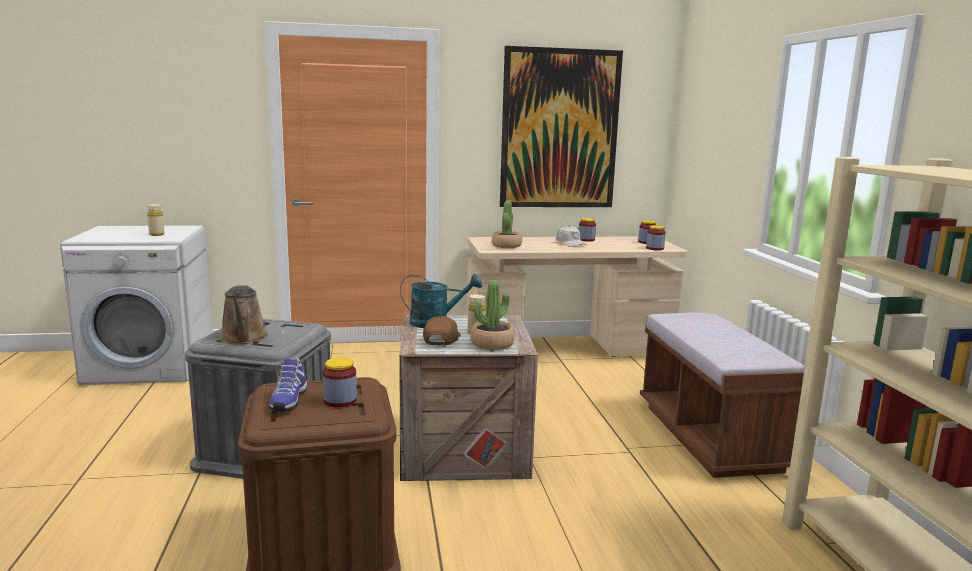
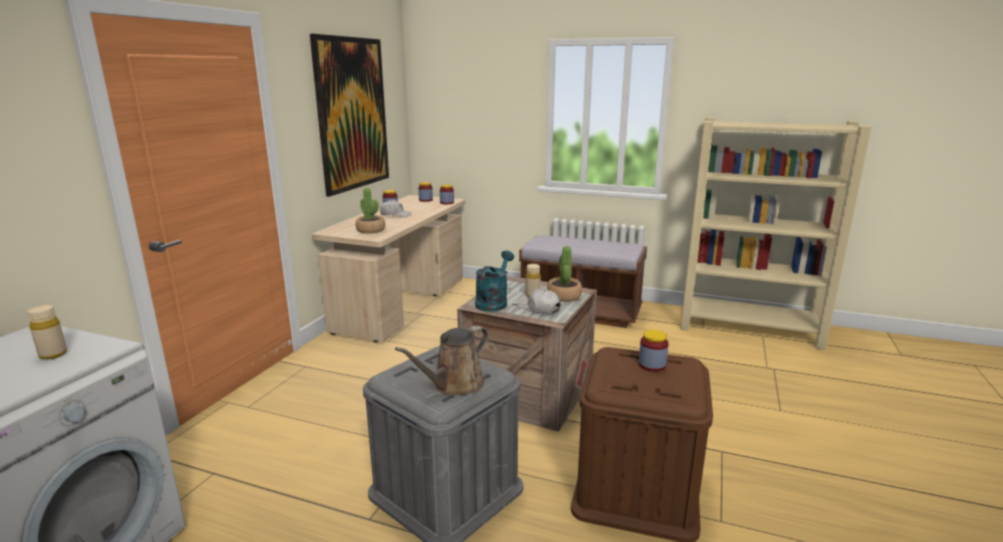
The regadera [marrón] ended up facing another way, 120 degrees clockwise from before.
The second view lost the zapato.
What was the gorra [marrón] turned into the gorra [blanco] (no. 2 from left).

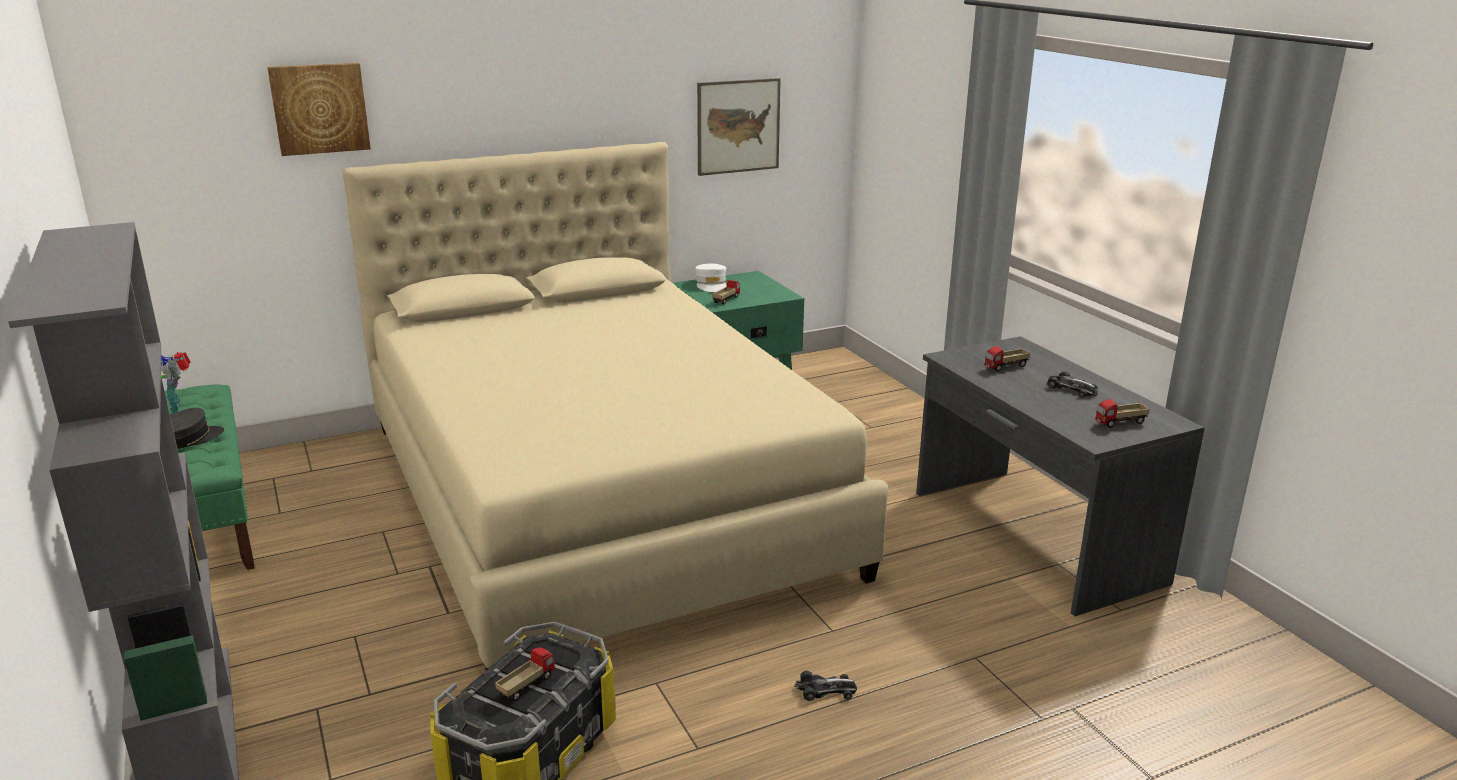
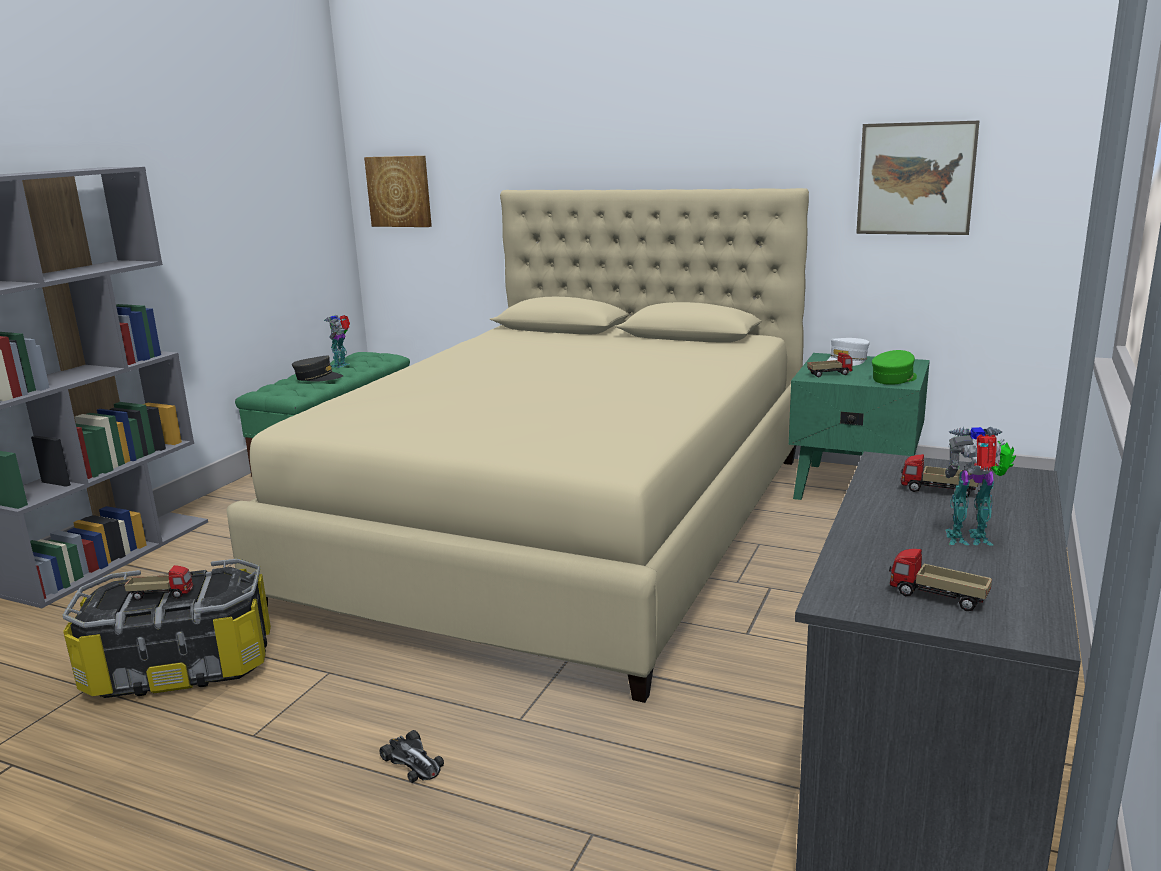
The cuadro (no. 1 from left) ended up elsewhere.
Where the coche de juguete (no. 2 from left) stood, the robot de juguete (no. 2 from left) came to stand.
The second view gained the gorra [verde].

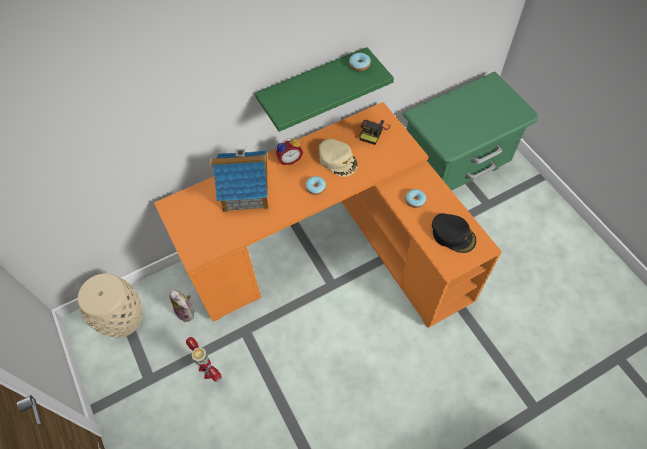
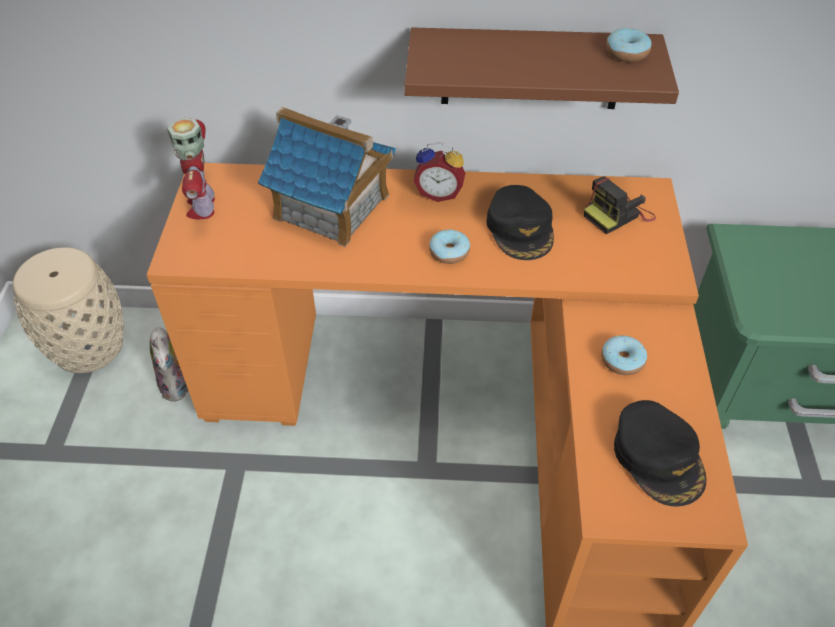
The robot de juguete ended up elsewhere.
What was the estante [verde] turned into the estante [marrón].
What was the gorra [beis] turned into the gorra [negro] (no. 1 from left).

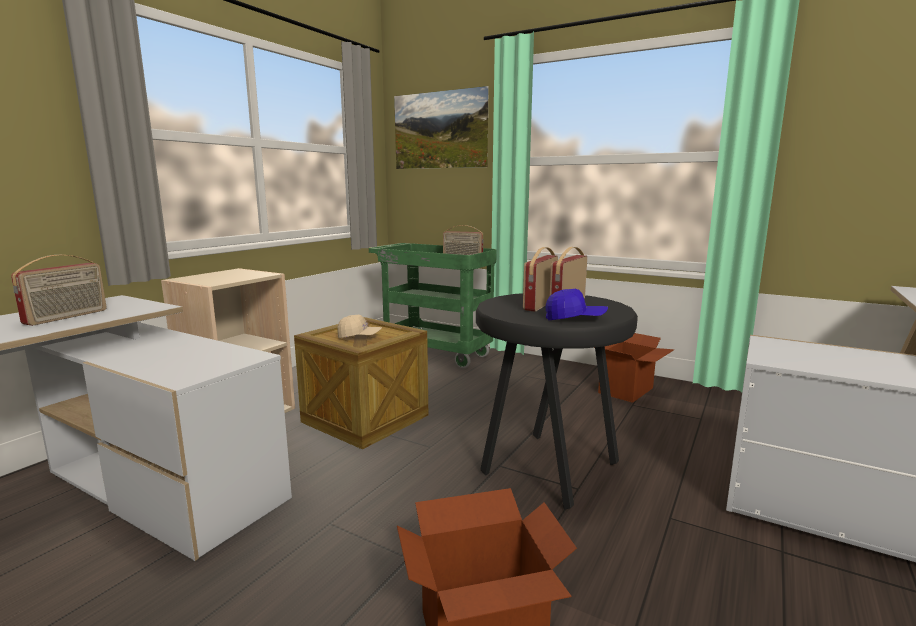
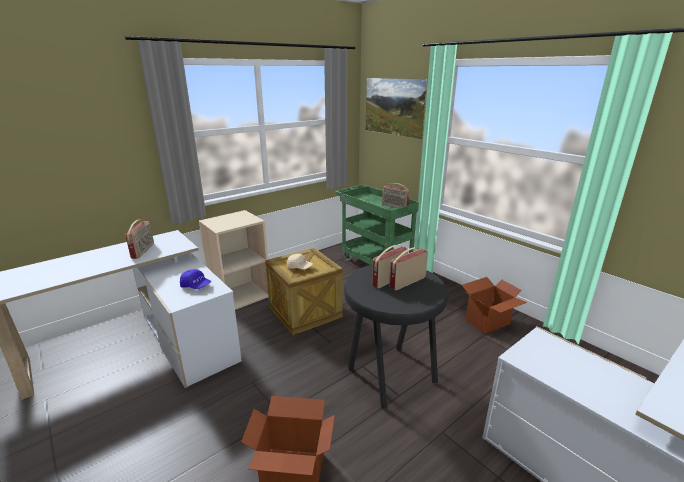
The radio (no. 1 from left) ended up facing another way, 45 degrees counterclockwise from before.
The gorra [azul] ended up elsewhere.

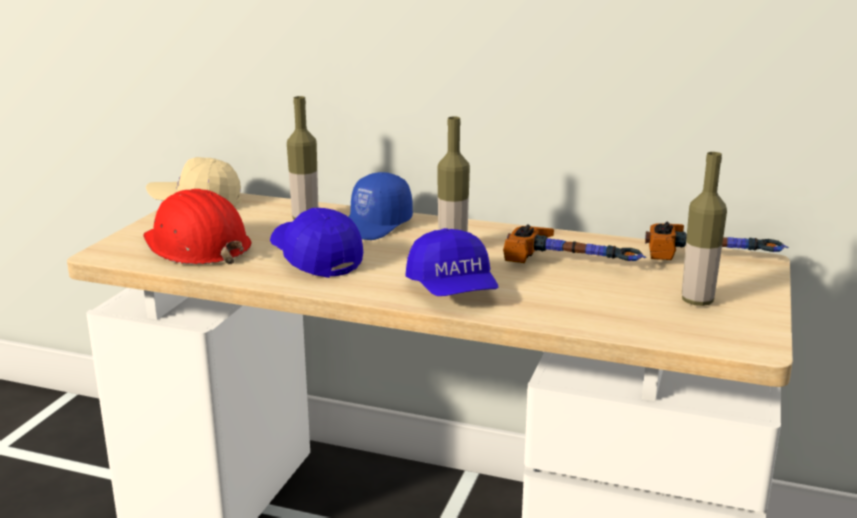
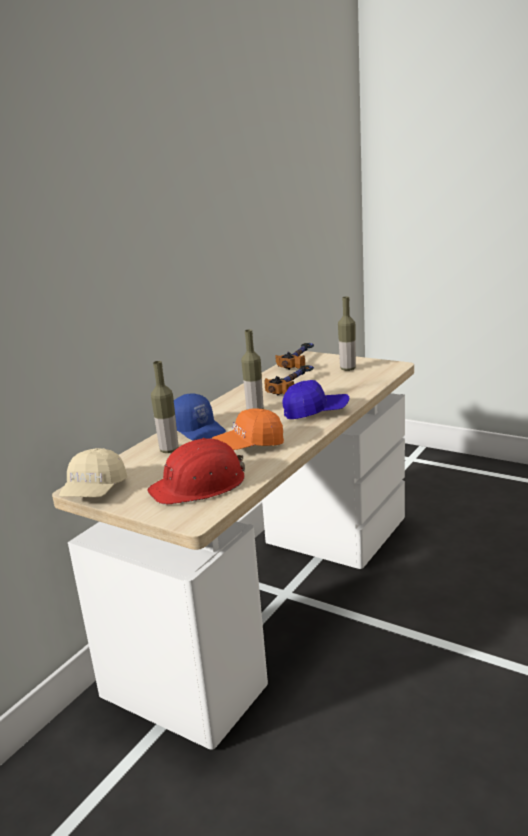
What was the gorra [azul] (no. 1 from left) turned into the gorra [naranja].

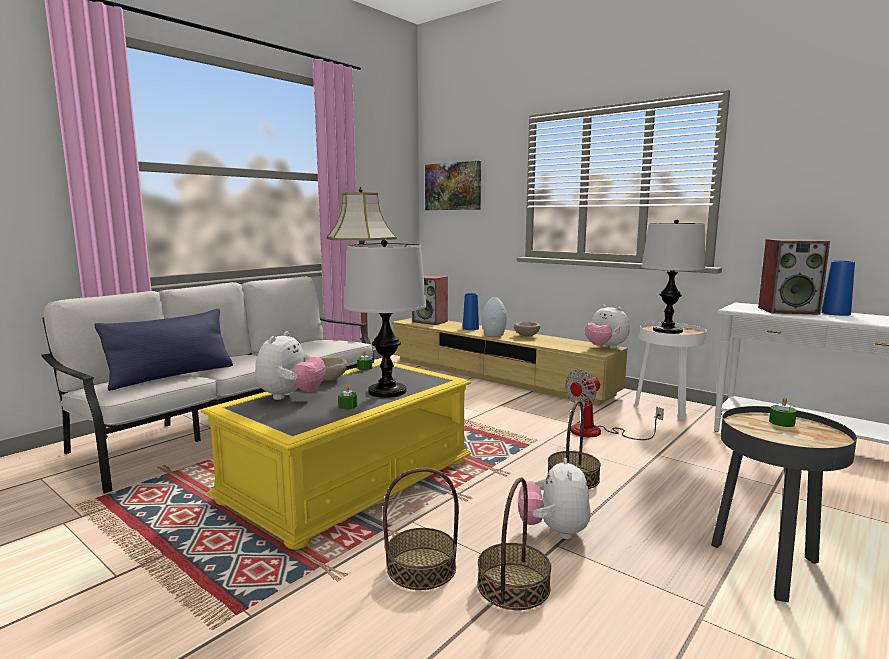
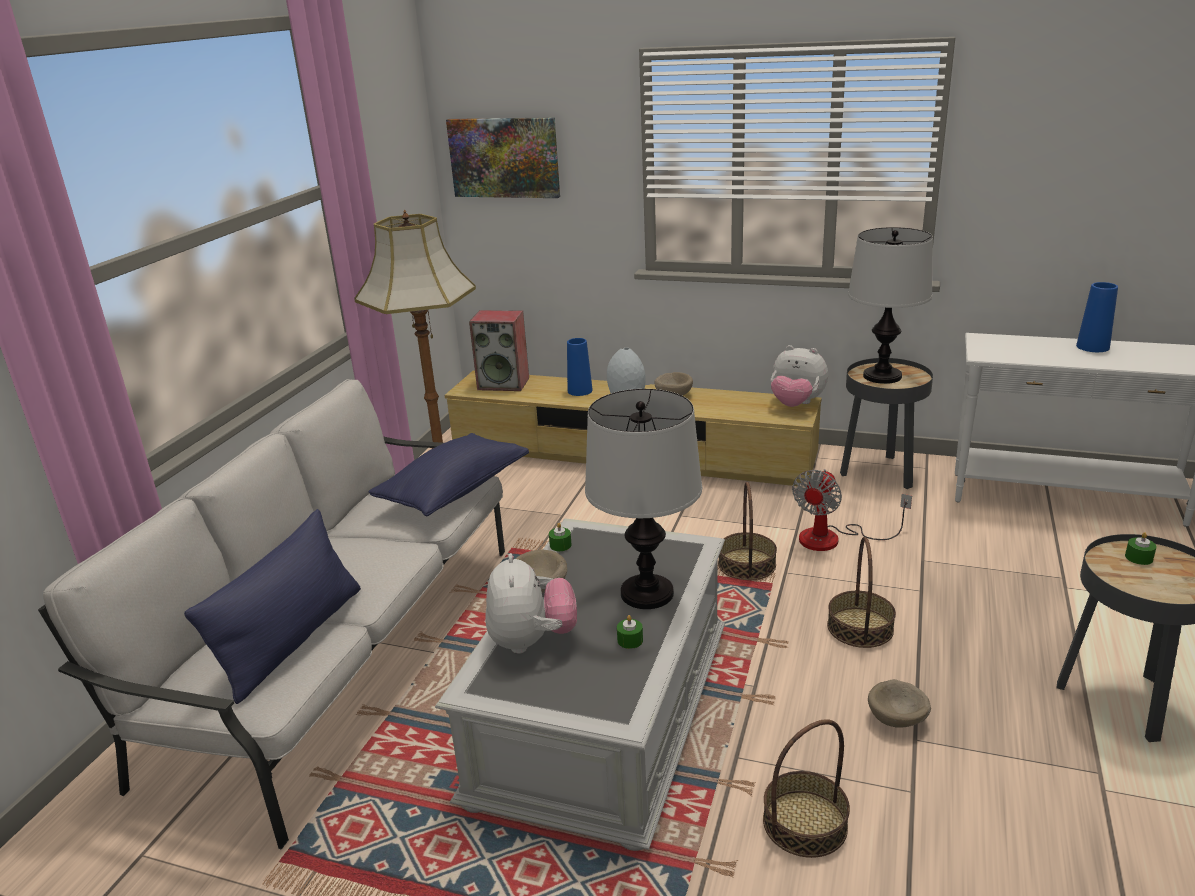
What was the mesa de centro [amarillo] turned into the mesa de centro [blanco].
The cesta (no. 2 from left in the first image) ended up elsewhere.
Where the peluche (no. 2 from left) stood, the cuenco [beis] (no. 3 from left) came to stand.
What was the mesa auxiliar [blanco] turned into the mesa auxiliar [negro] (no. 1 from left).
The second view lost the altavoz (no. 2 from left).
The second view gained the cojín [azul] (no. 2 from left).

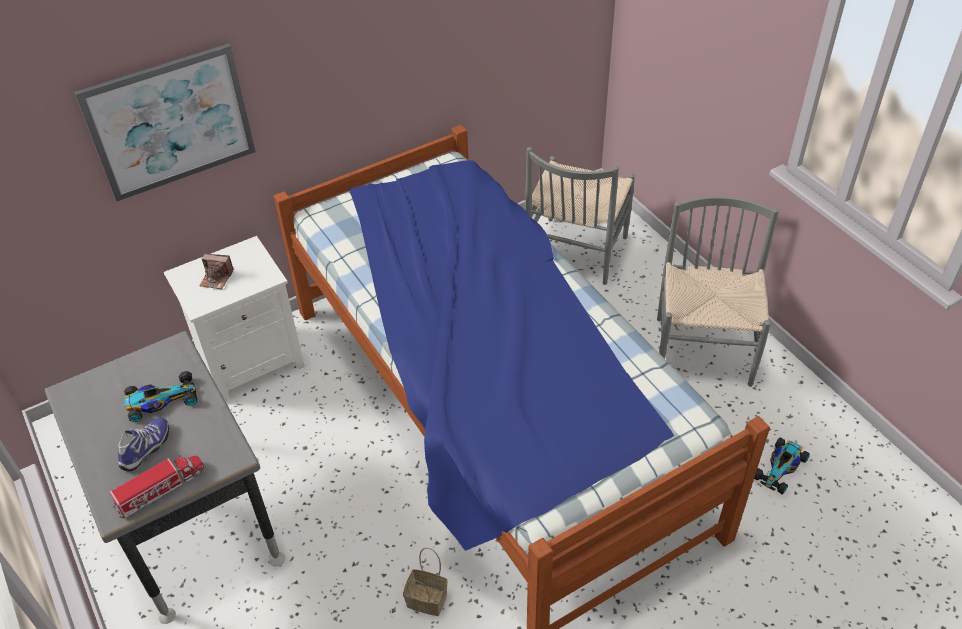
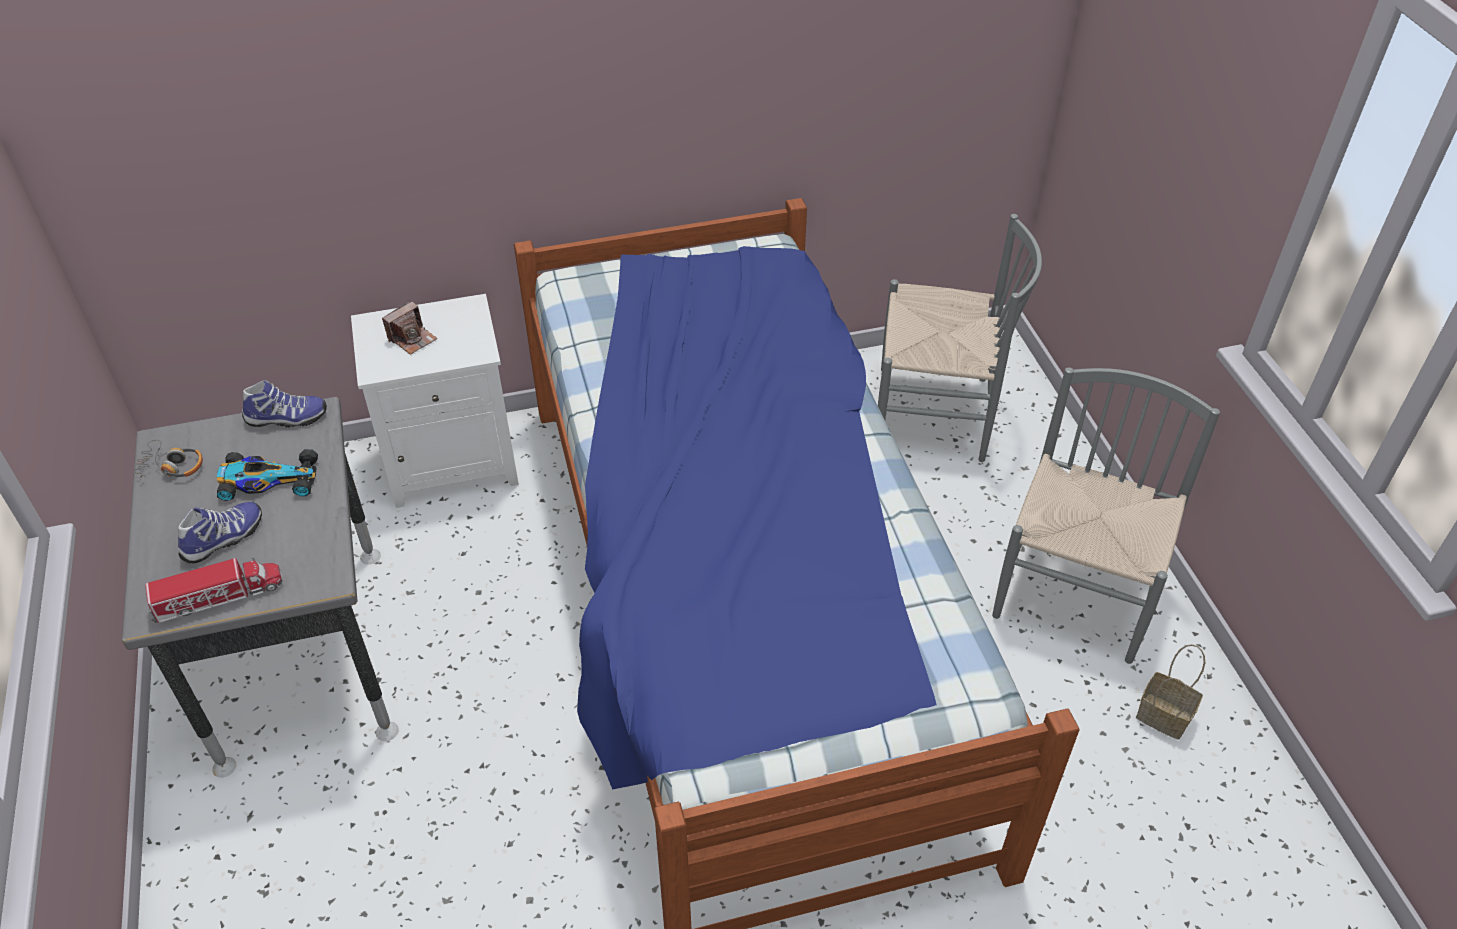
The second view lost the cuadro.
The cámara ended up facing another way, 75 degrees counterclockwise from before.
The cesta ended up elsewhere.
The silla [gris] (no. 1 from left) ended up facing another way, 120 degrees counterclockwise from before.
The second view lost the coche de juguete (no. 2 from left).
The second view gained the auriculares.
The second view gained the zapato (no. 2 from left).

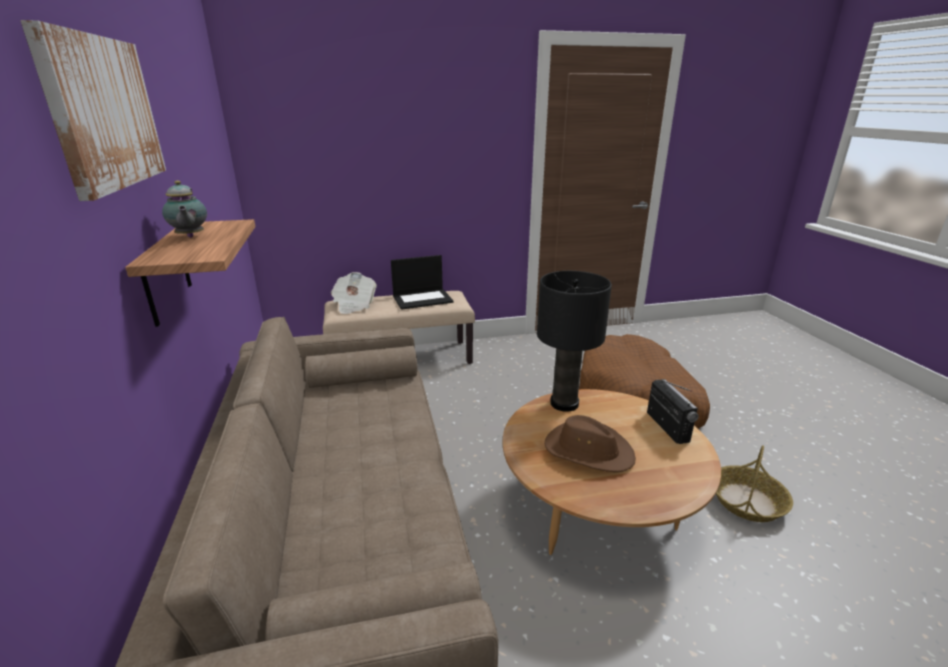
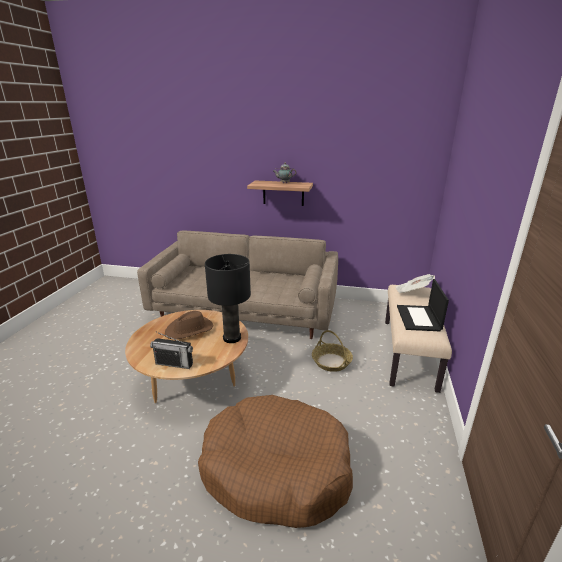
The second view lost the cuadro.
The cesta ended up elsewhere.

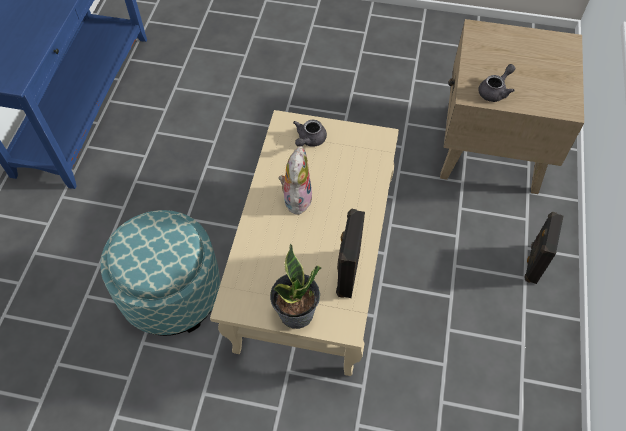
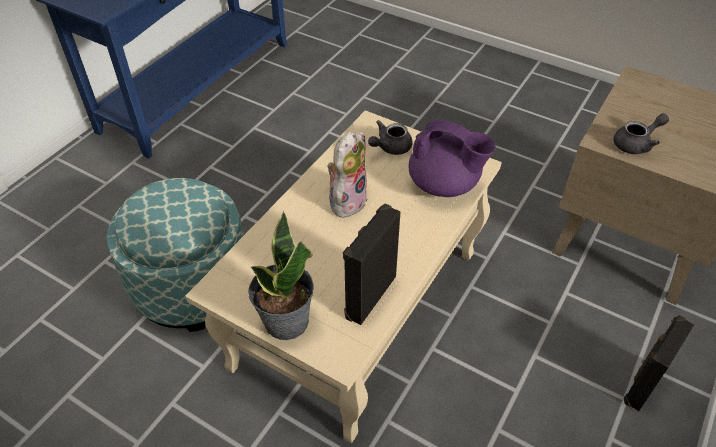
The second view gained the tetera [morado].

